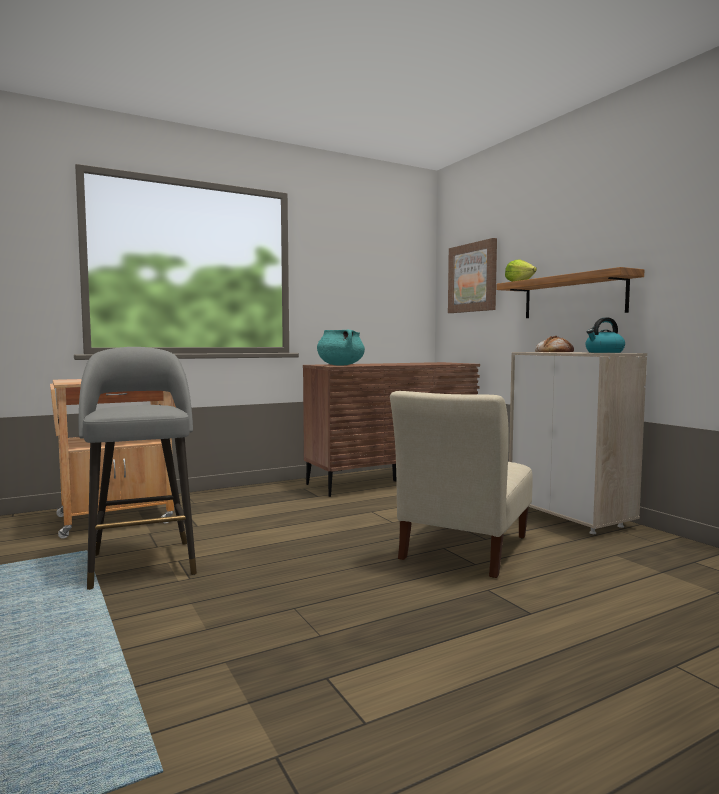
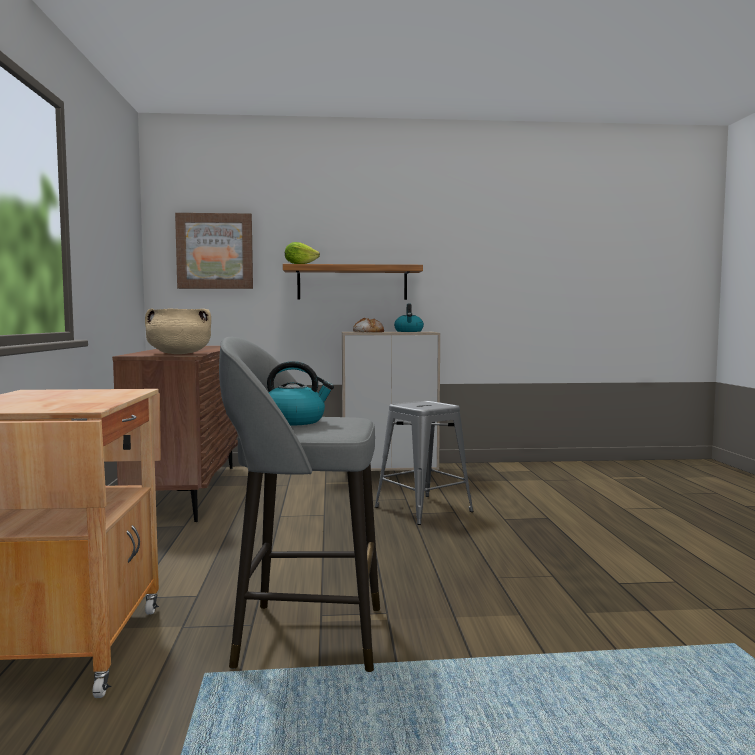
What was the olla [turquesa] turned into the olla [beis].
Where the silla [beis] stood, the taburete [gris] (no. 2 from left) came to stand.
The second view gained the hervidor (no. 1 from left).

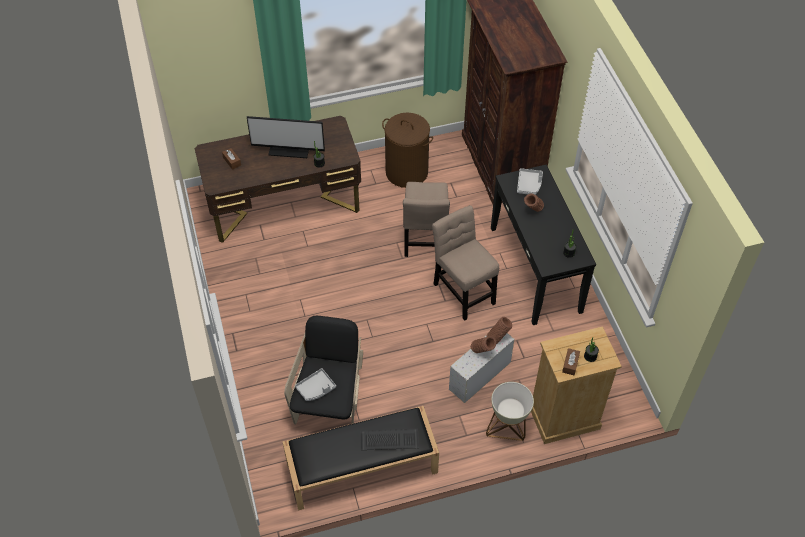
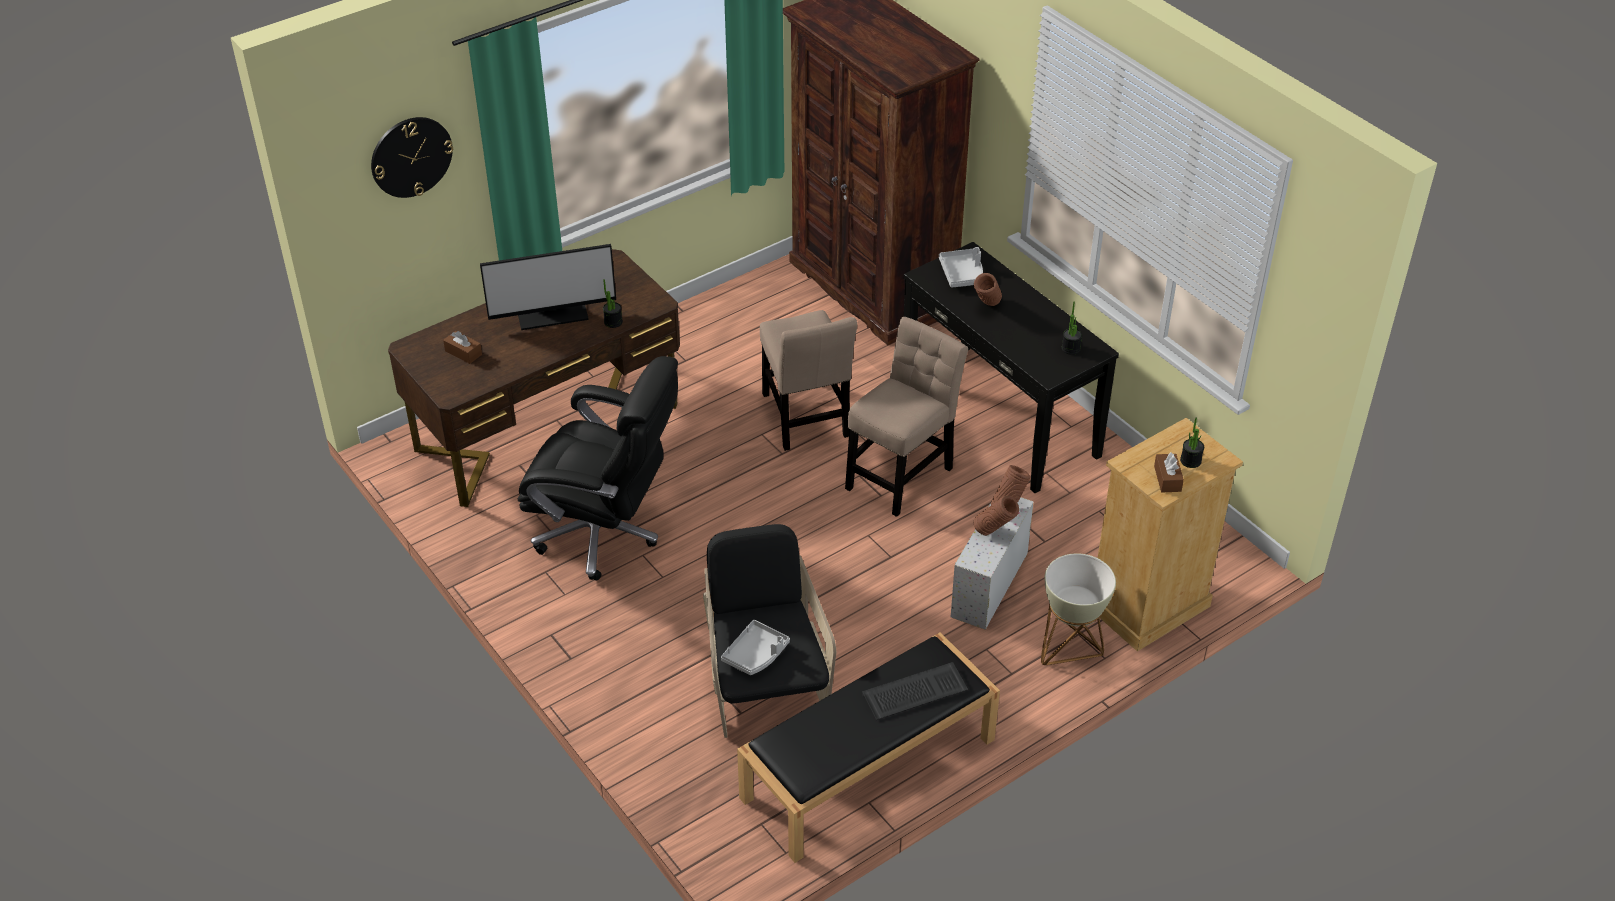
The second view lost the cesto de la ropa [marrón].
The silla [beis] (no. 2 from left) ended up facing another way, 90 degrees clockwise from before.
The second view gained the reloj de pared.
The second view gained the silla de oficina [negro].

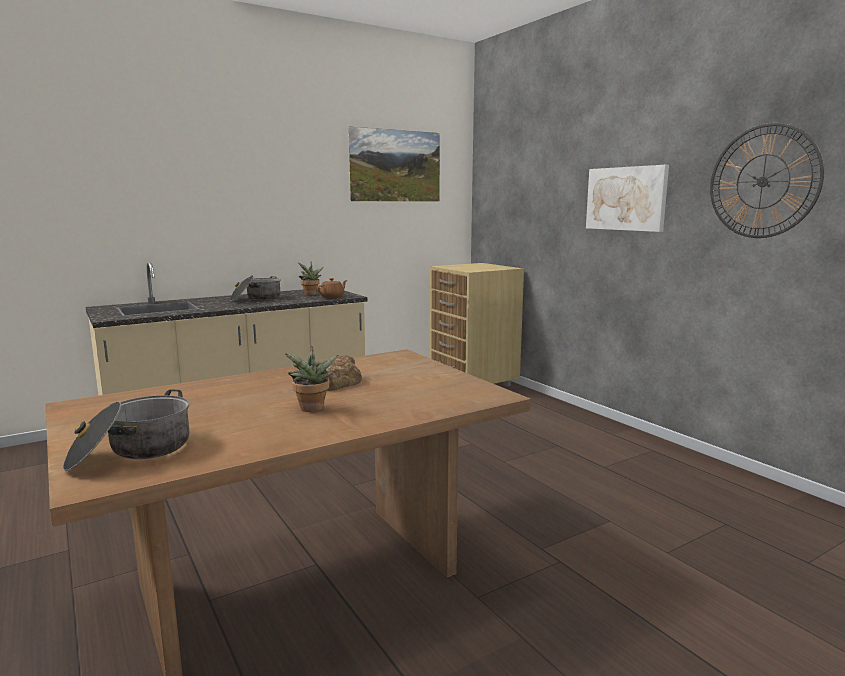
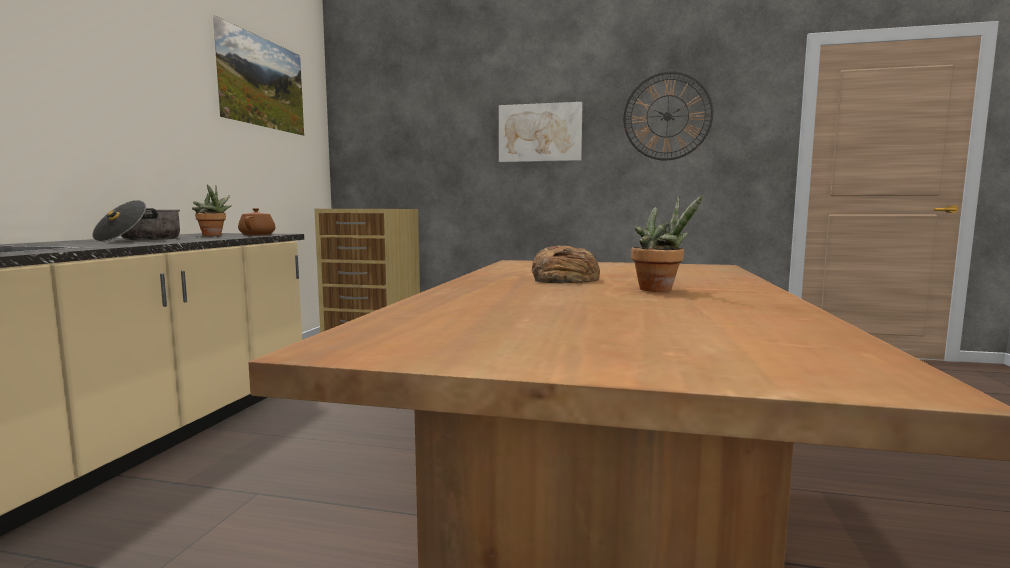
The second view lost the olla (no. 1 from left).

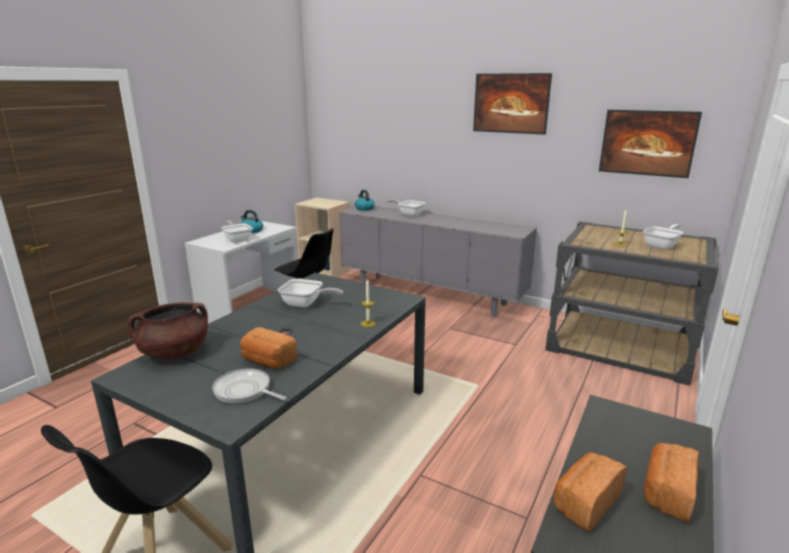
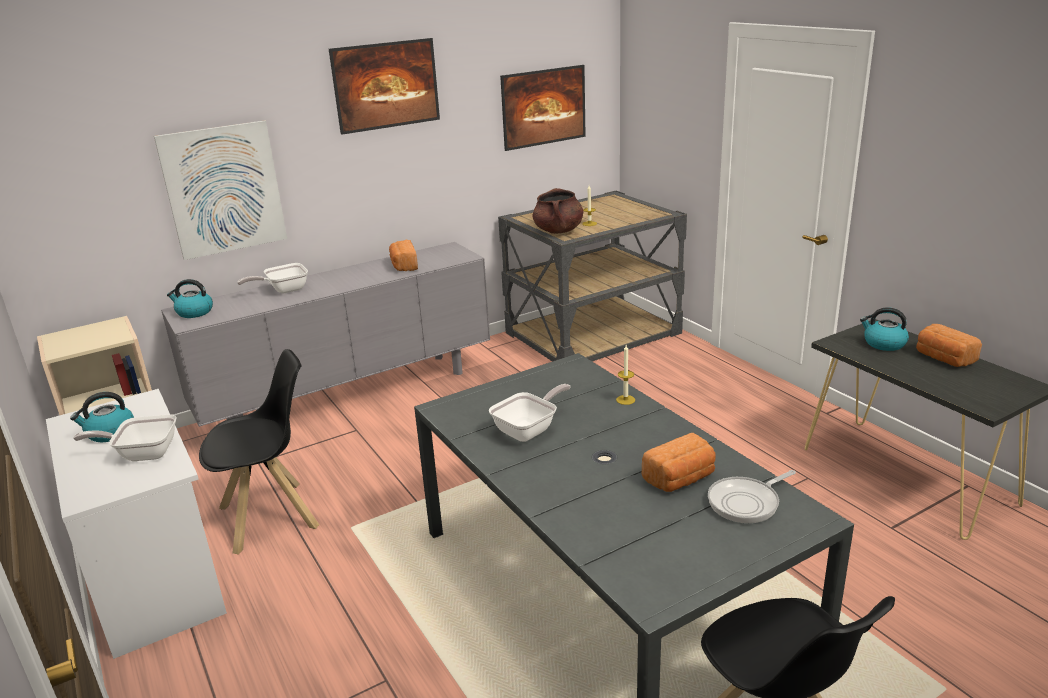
The olla [marrón] ended up elsewhere.
The pan (no. 2 from left in the first image) ended up elsewhere.
The second view lost the sartén (no. 5 from left).
The second view gained the cuadro (no. 1 from left).
The second view gained the hervidor (no. 3 from left).

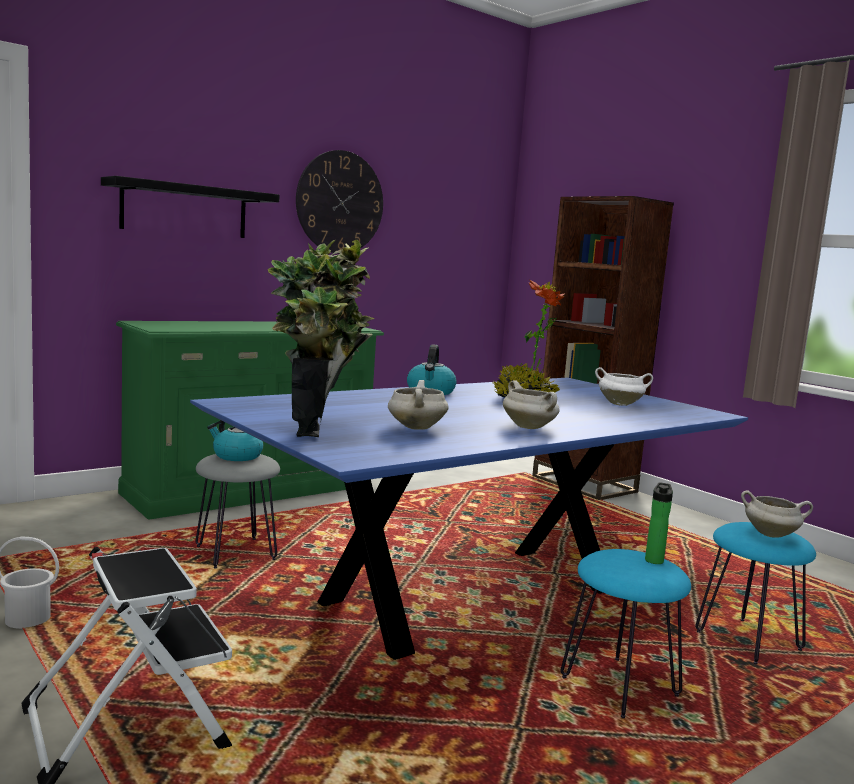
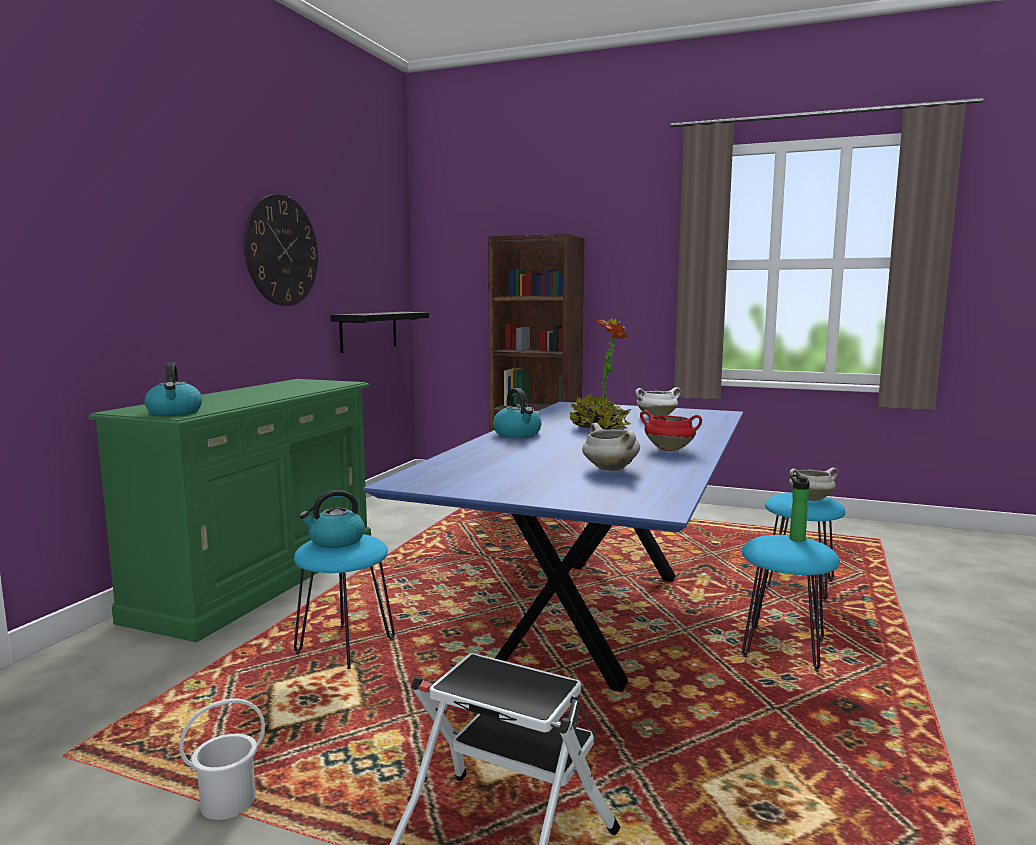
The estante [negro] ended up elsewhere.
What was the taburete [gris] turned into the taburete [turquesa] (no. 1 from left).
The second view lost the planta en maceta (no. 1 from left).
What was the olla [blanco] (no. 2 from left) turned into the olla [rojo].
The second view gained the hervidor (no. 1 from left).

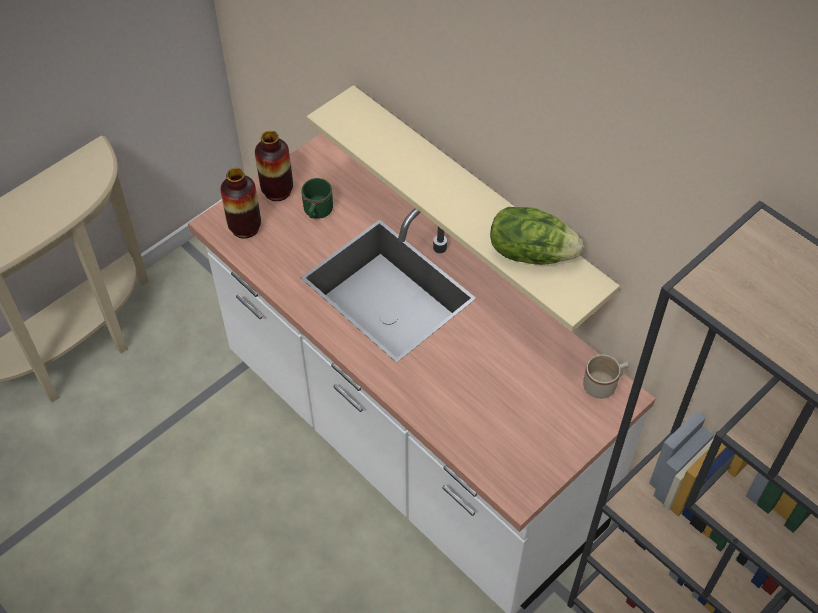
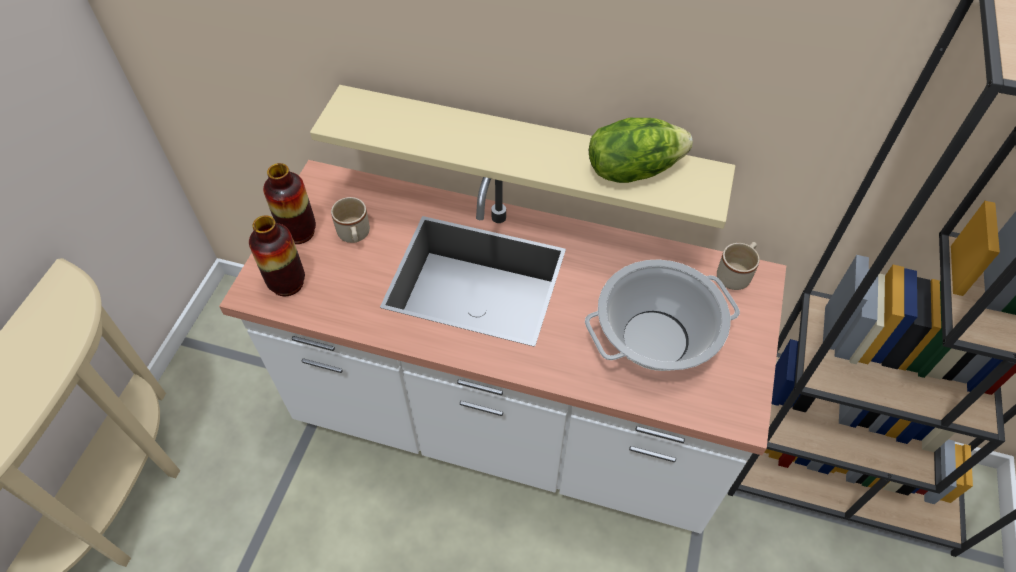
What was the taza grande [verde] turned into the taza grande [beis] (no. 1 from left).
The second view gained the olla.

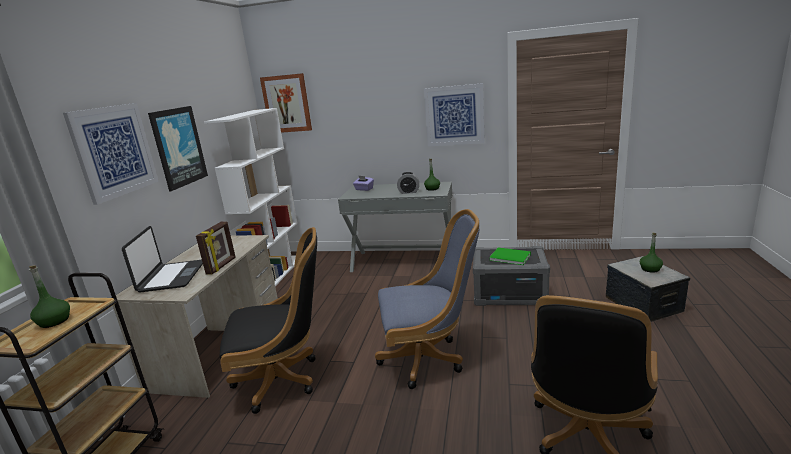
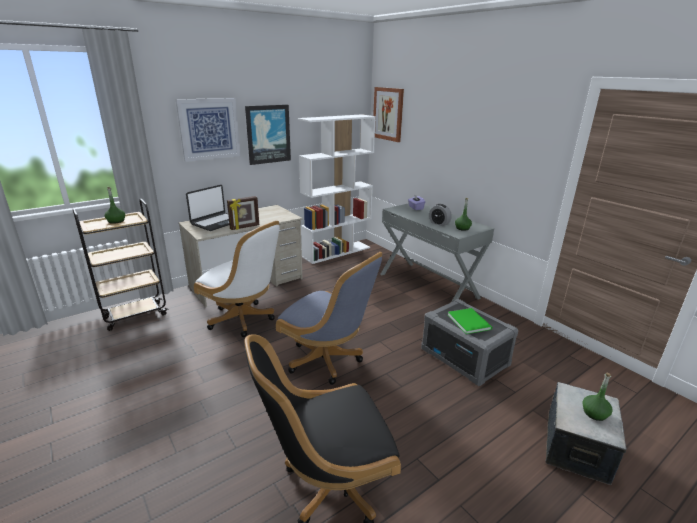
What was the silla de oficina [negro] (no. 1 from left) turned into the silla de oficina [blanco].
The second view lost the cuadro (no. 4 from left).

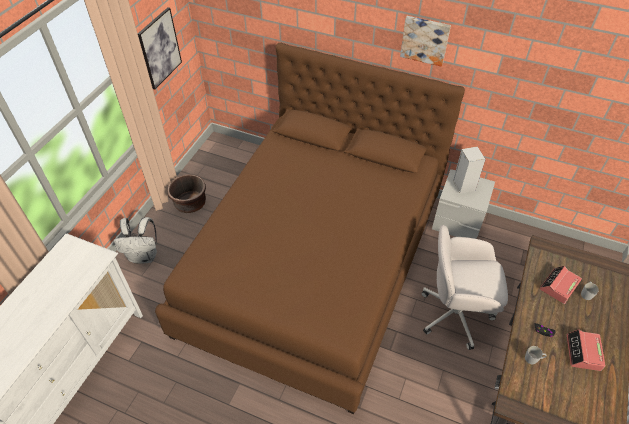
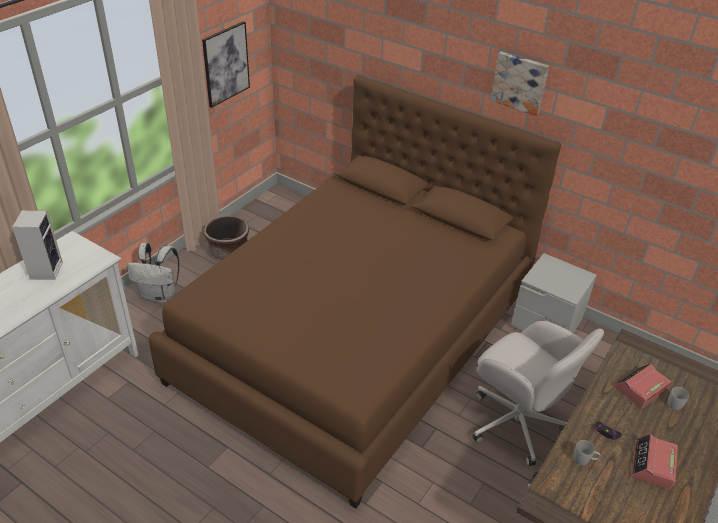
The silla de oficina [blanco] ended up facing another way, 150 degrees counterclockwise from before.
The altavoz ended up elsewhere.

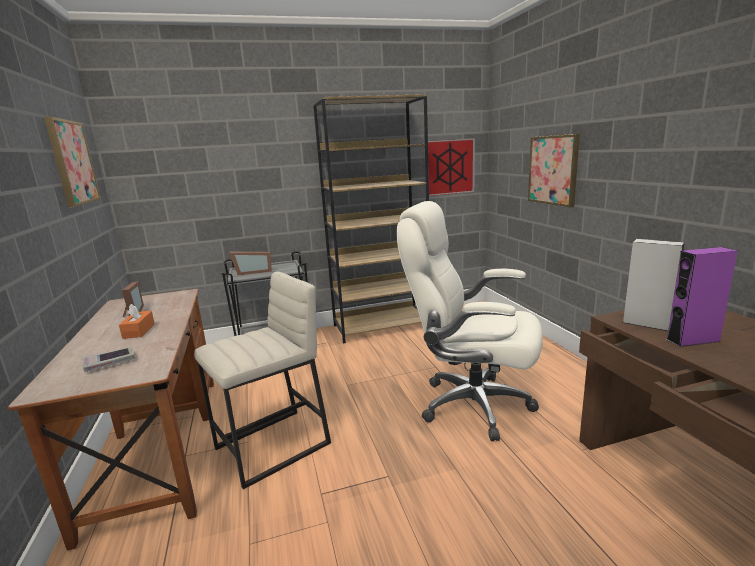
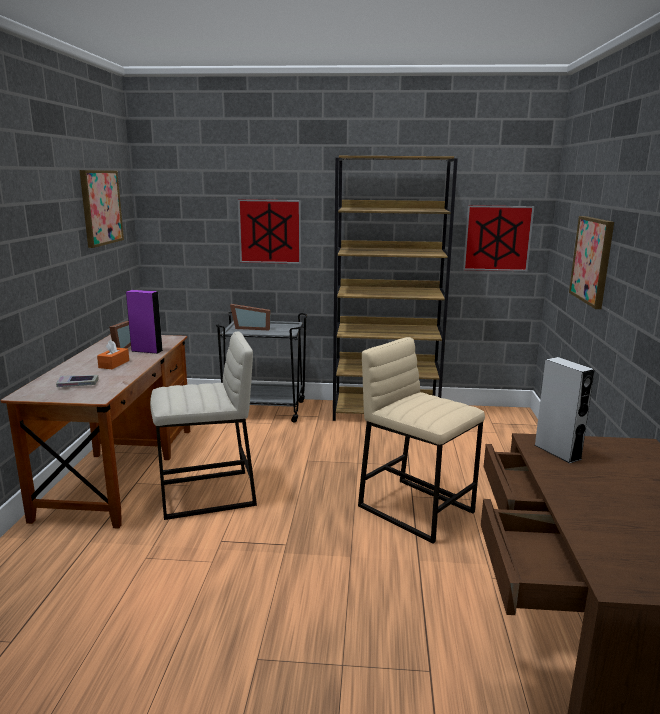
Where the silla de oficina [blanco] stood, the taburete [beis] (no. 2 from left) came to stand.
The altavoz [morado] ended up elsewhere.
The second view gained the cuadro (no. 2 from left).

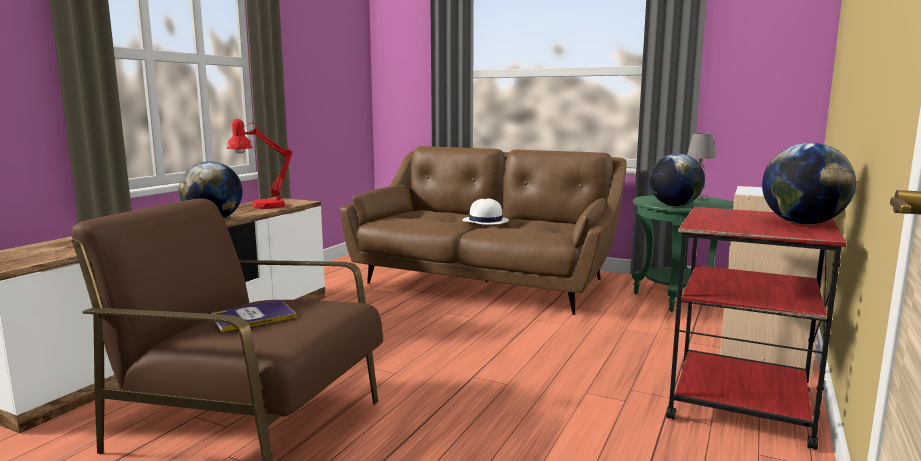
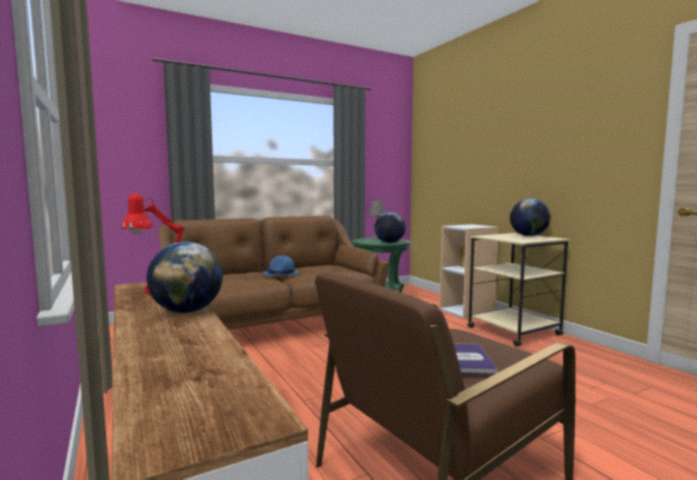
What was the sombrero [blanco] turned into the sombrero [azul].
What was the carrito [rojo] turned into the carrito [beis].

